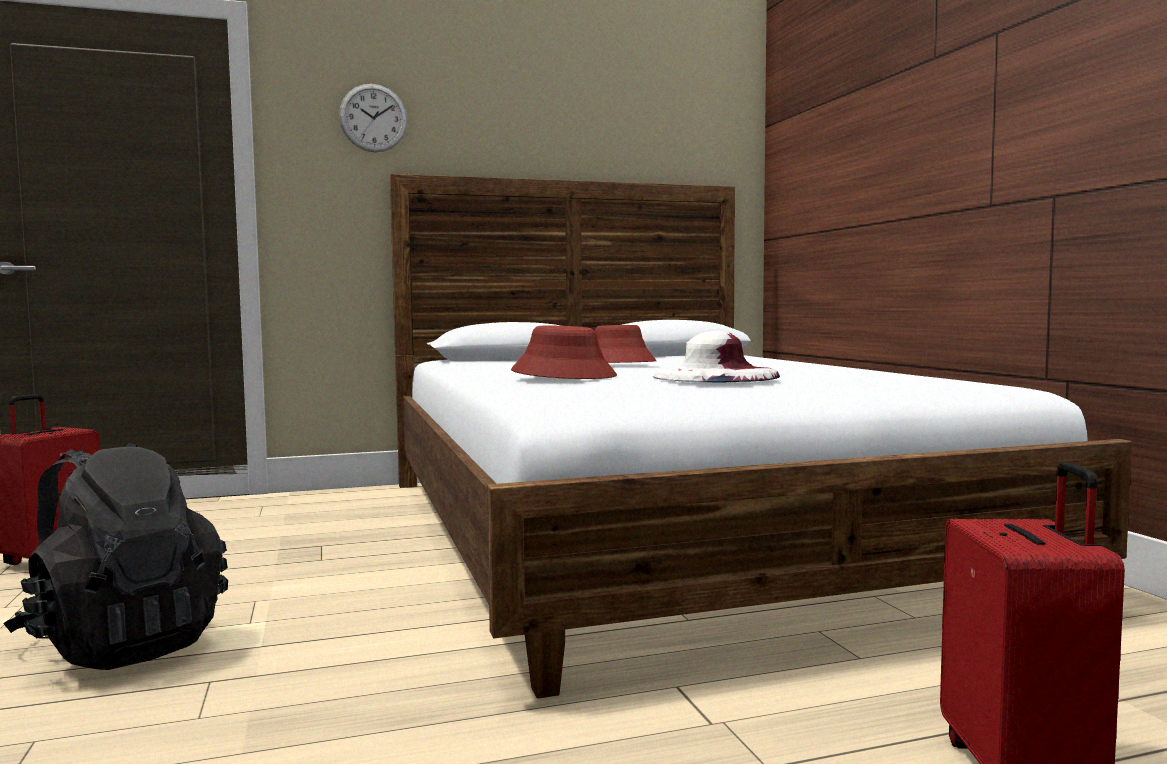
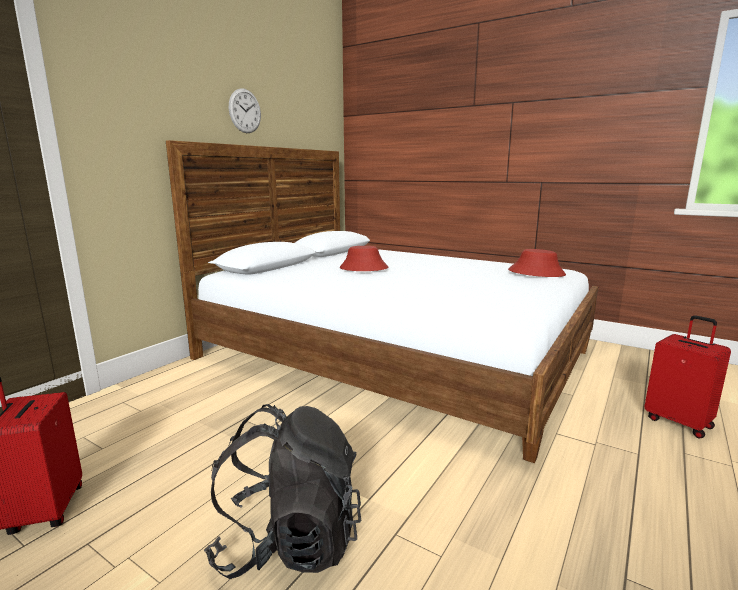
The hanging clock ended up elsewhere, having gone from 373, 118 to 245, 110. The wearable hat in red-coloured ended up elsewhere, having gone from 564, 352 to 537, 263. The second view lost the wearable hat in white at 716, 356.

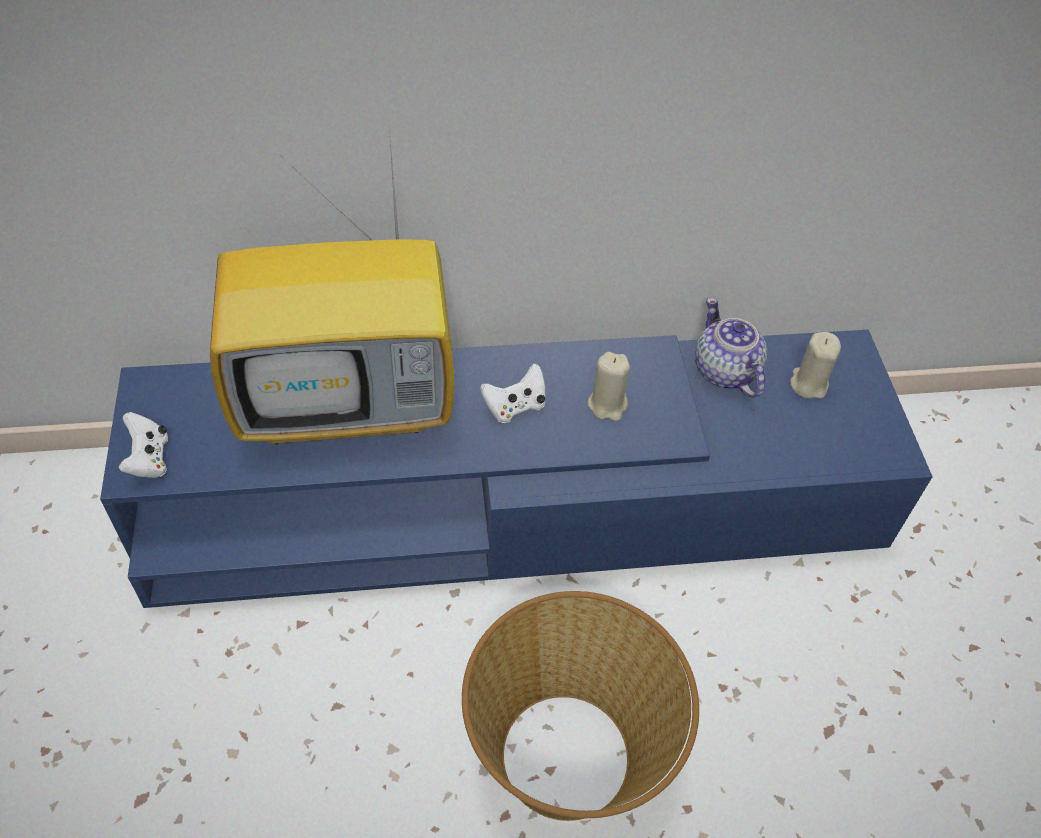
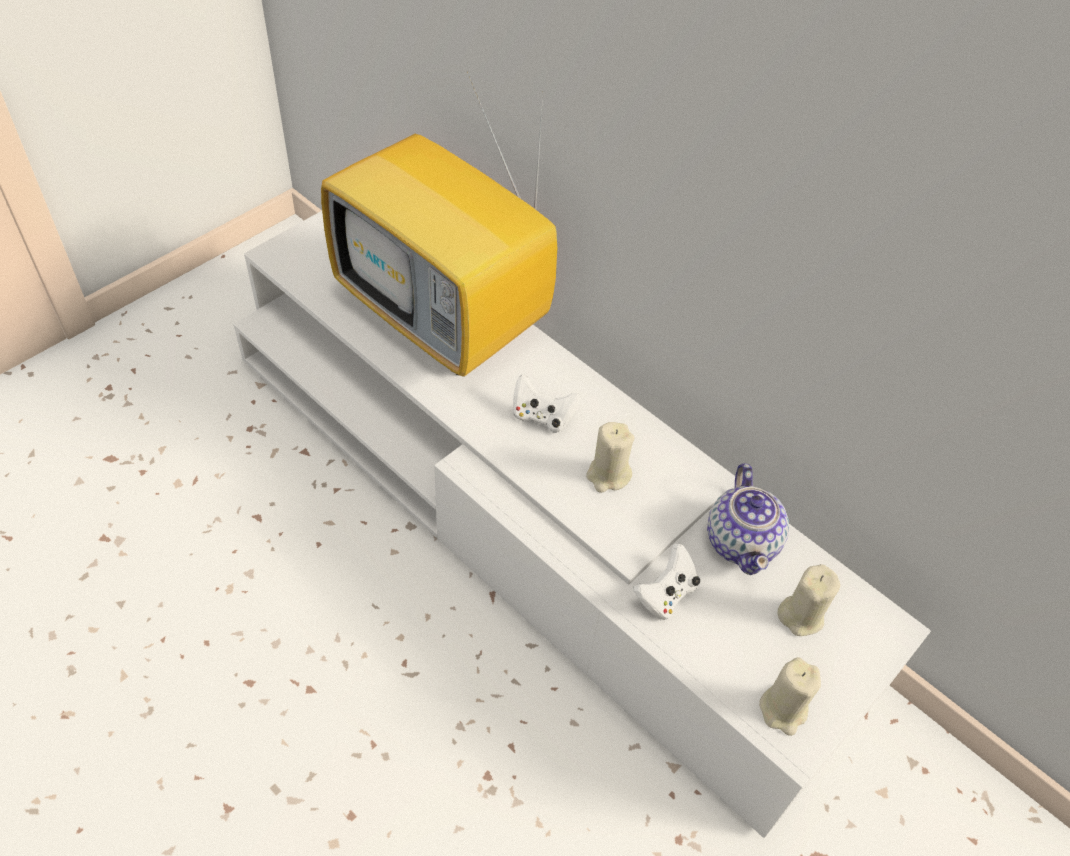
What was the media console in blue at 516, 469 turned into the media console in white at 582, 524. The joypad in white ended up elsewhere, having gone from 143, 445 to 666, 582. The tea pot at 731, 347 ended up facing another way, 150 degrees clockwise from before. The second view gained the candle in beige-coloured at 790, 696. The second view lost the storage basket at 580, 706.

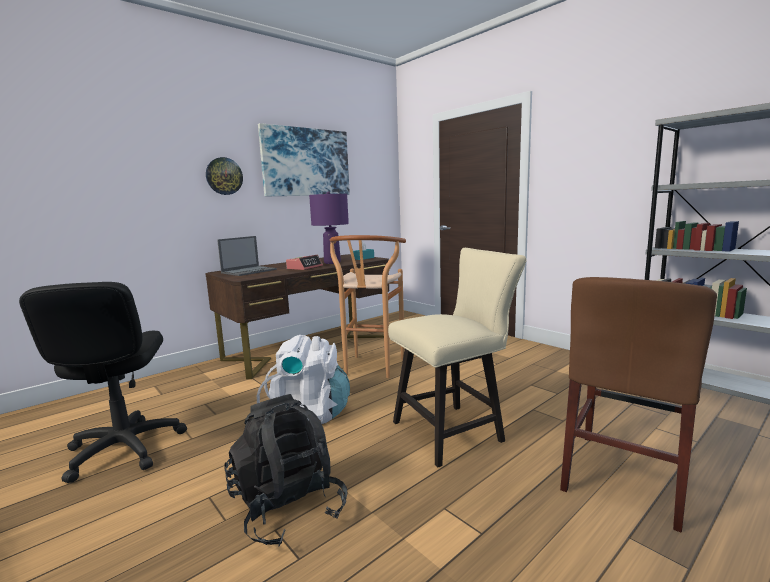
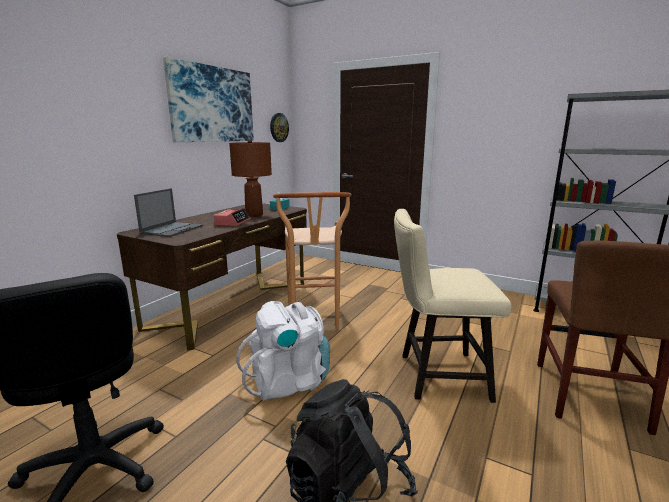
What was the lamp for a table in purple at 329, 227 turned into the lamp for a table in brownish at 250, 178. The hanging clock ended up elsewhere, having gone from 224, 176 to 279, 127. The chair in beige-coloured at 457, 357 ended up facing another way, 135 degrees counterclockwise from before.

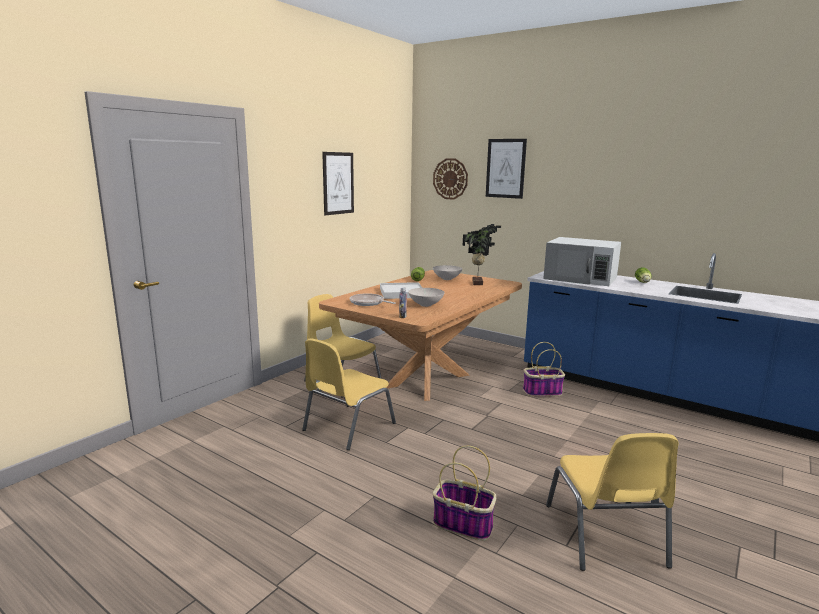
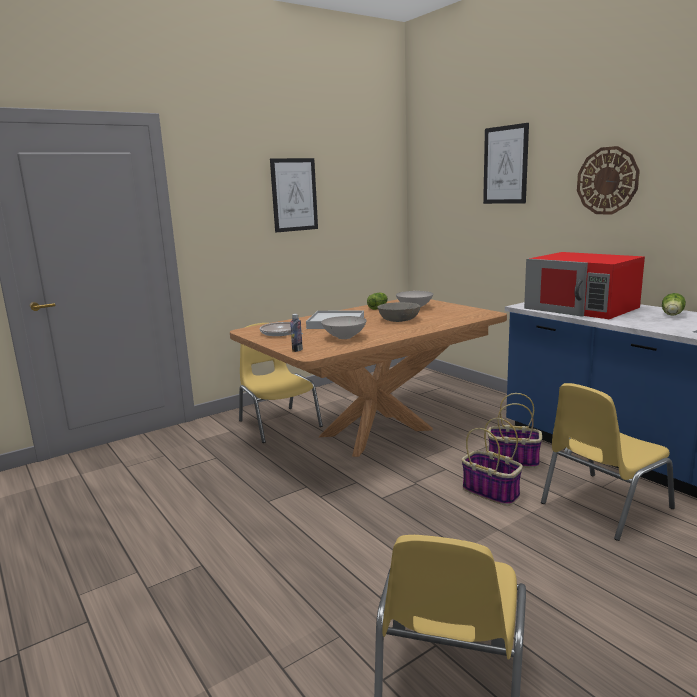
The second view gained the bowl in grey at 398, 312. The storage basket ended up elsewhere, having gone from 464, 493 to 492, 462. What was the kitchen microwave in white at 582, 261 turned into the kitchen microwave in red-coloured at 584, 285. The chair in yellowish ended up elsewhere, having gone from 349, 394 to 608, 462. The hanging clock ended up elsewhere, having gone from 450, 179 to 608, 180. The second view lost the houseplant at 482, 254.

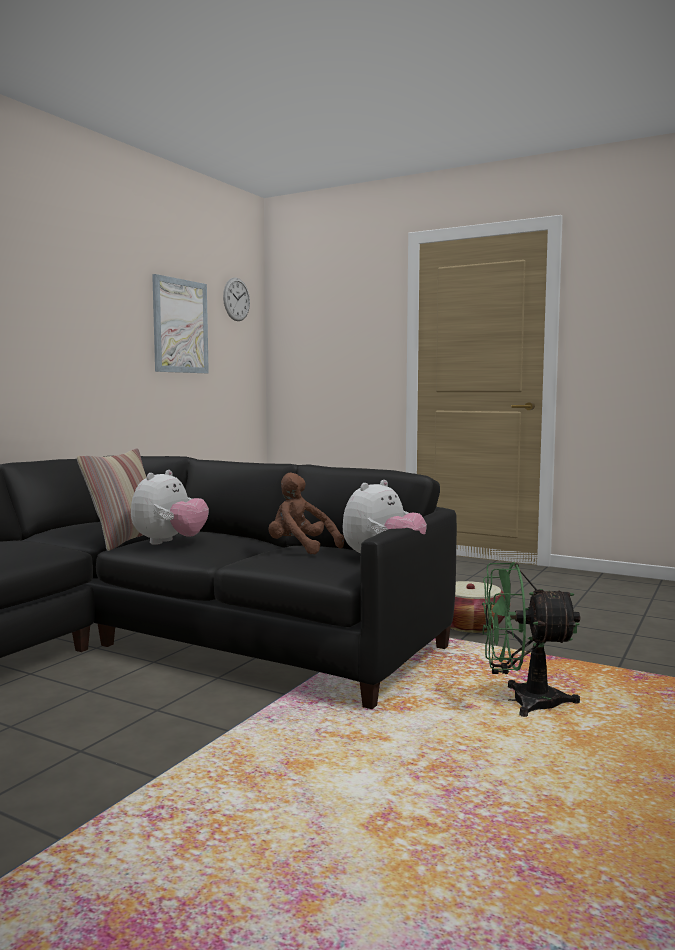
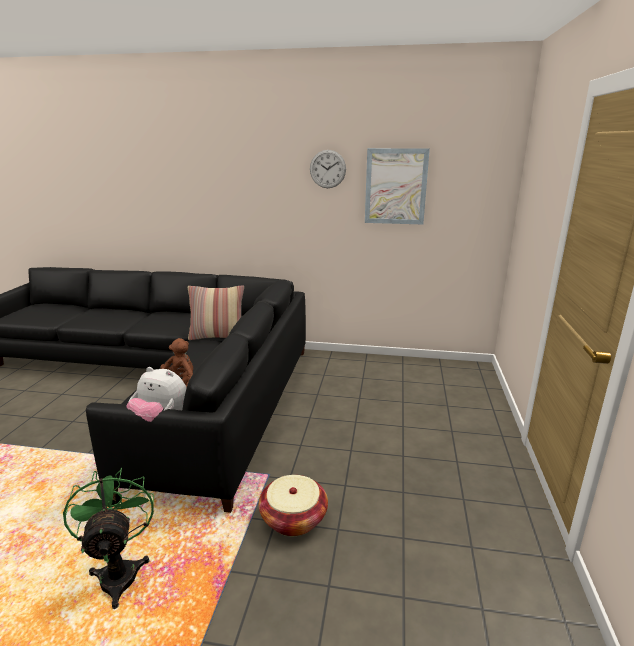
The hanging clock ended up elsewhere, having gone from 236, 299 to 328, 169. The second view lost the soft toy at 170, 507.

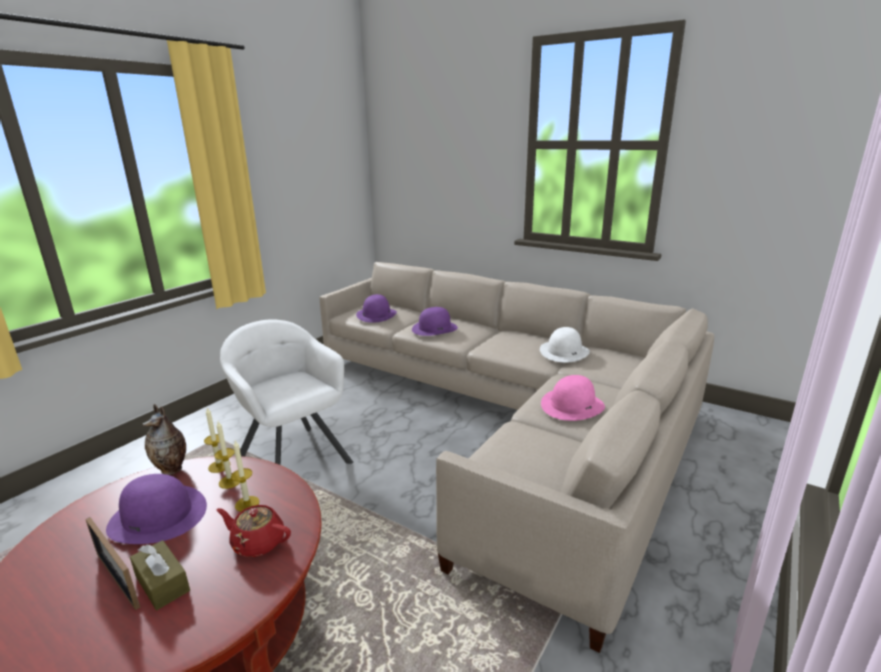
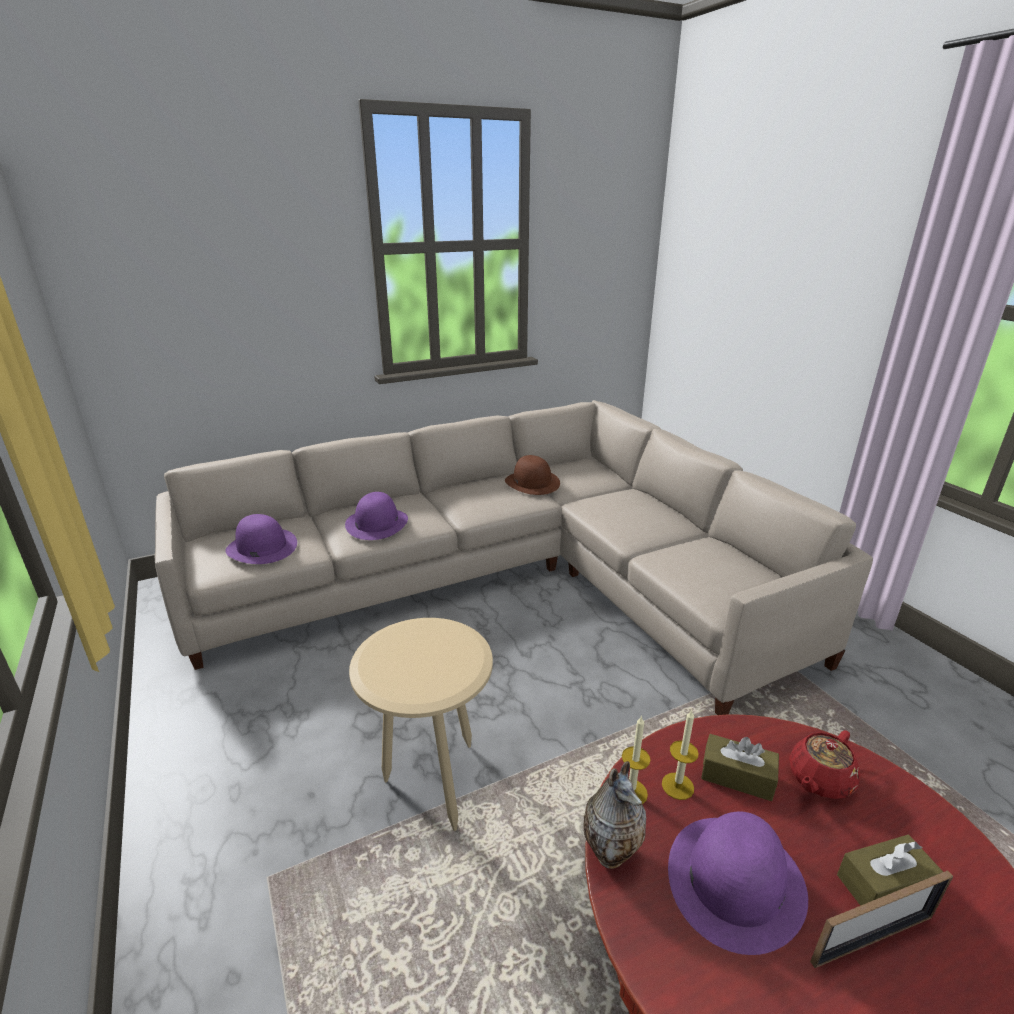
Where the easy chair in white stood at 286, 392, the end table in beige-coloured came to stand at 421, 724. What was the wearable hat in white at 565, 345 turned into the wearable hat in brownish at 532, 475. Where the candle stood at 245, 476, the tissue box in brownish came to stand at 740, 767. The second view lost the wearable hat in pinkish at 573, 398.

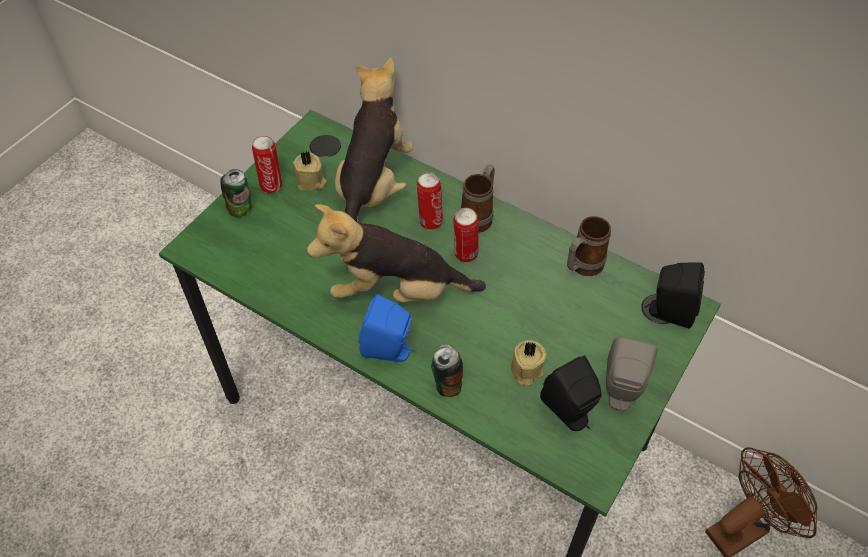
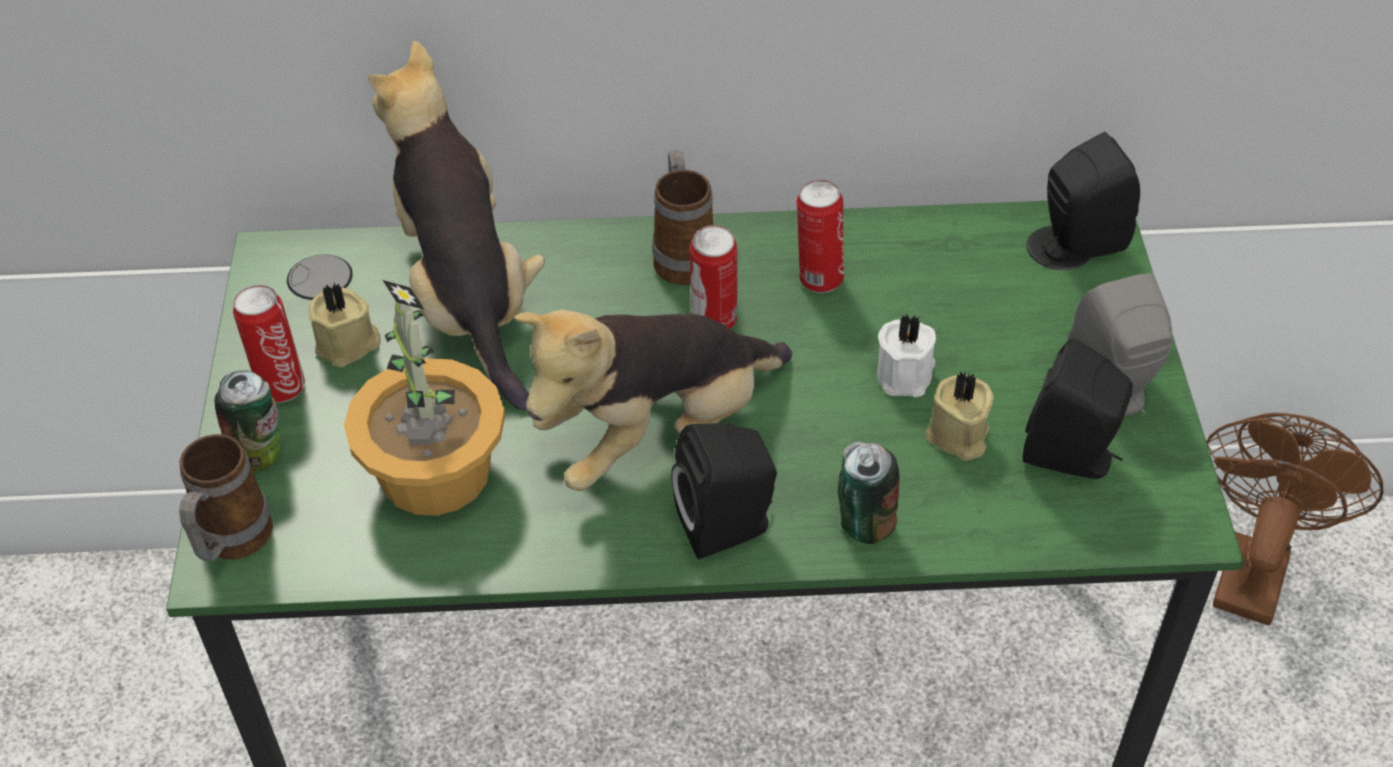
The mug ended up elsewhere, having gone from 589, 246 to 226, 498. The second view gained the houseplant at 424, 398. What was the speaker in blue at 386, 328 turned into the speaker in black at 724, 492. The metal can ended up elsewhere, having gone from 430, 201 to 820, 236. The second view gained the candle in white at 906, 355.

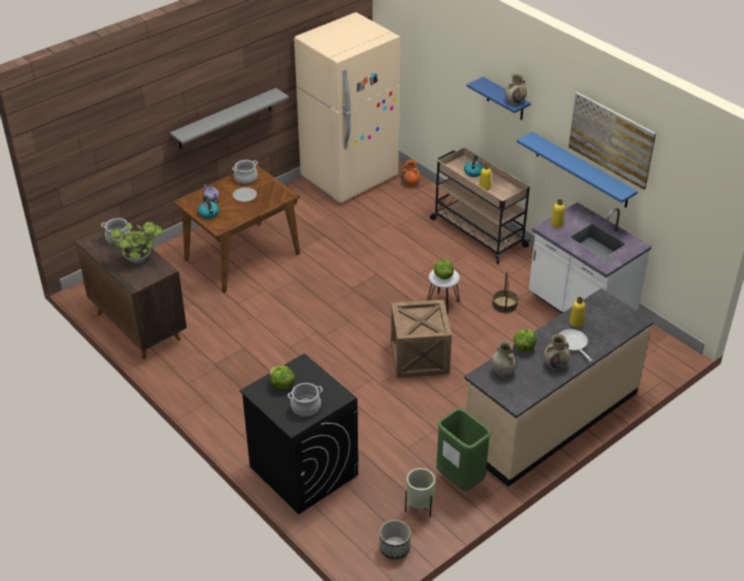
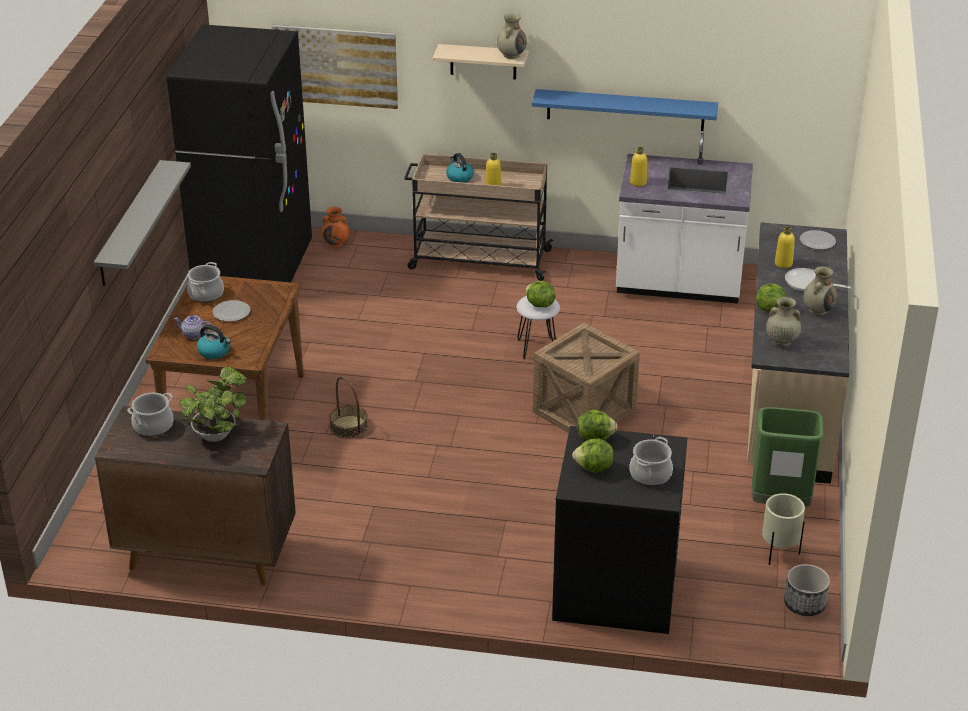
What was the kitchen fridge in beige-coloured at 347, 107 turned into the kitchen fridge in black at 239, 153. The wall picture ended up elsewhere, having gone from 612, 141 to 335, 67. The storage basket ended up elsewhere, having gone from 505, 292 to 348, 408. What was the shelf in blue at 498, 98 turned into the shelf in beige-coloured at 481, 61. The second view gained the head of lettuce at 597, 425. The second view gained the flat dish at 818, 240.

